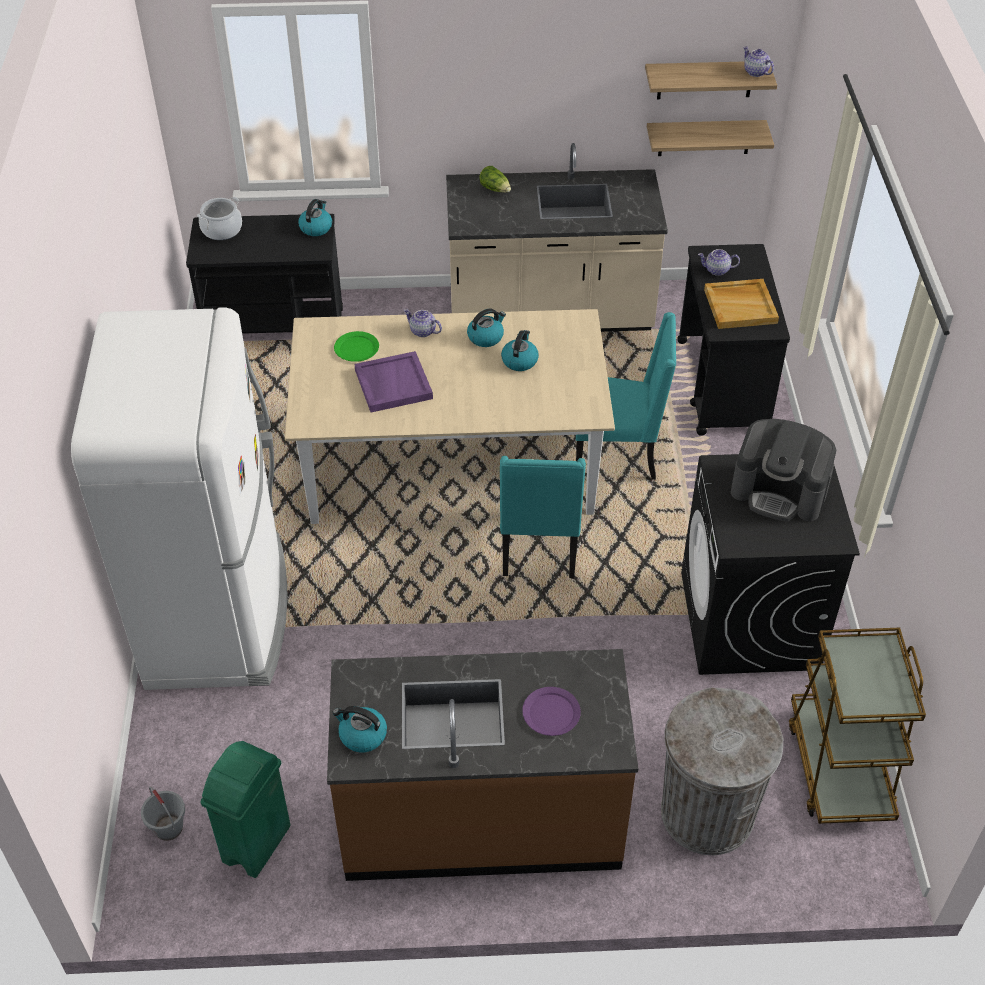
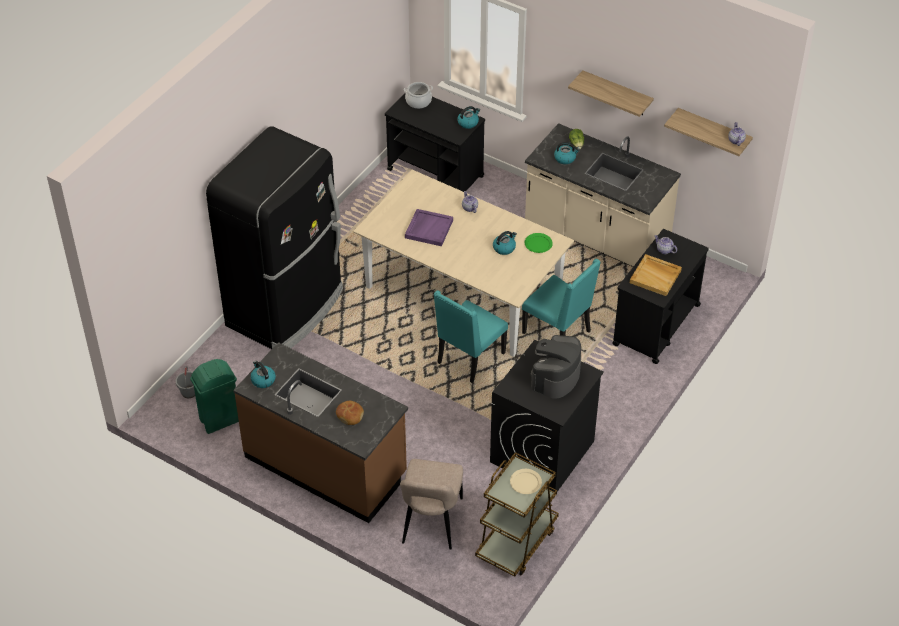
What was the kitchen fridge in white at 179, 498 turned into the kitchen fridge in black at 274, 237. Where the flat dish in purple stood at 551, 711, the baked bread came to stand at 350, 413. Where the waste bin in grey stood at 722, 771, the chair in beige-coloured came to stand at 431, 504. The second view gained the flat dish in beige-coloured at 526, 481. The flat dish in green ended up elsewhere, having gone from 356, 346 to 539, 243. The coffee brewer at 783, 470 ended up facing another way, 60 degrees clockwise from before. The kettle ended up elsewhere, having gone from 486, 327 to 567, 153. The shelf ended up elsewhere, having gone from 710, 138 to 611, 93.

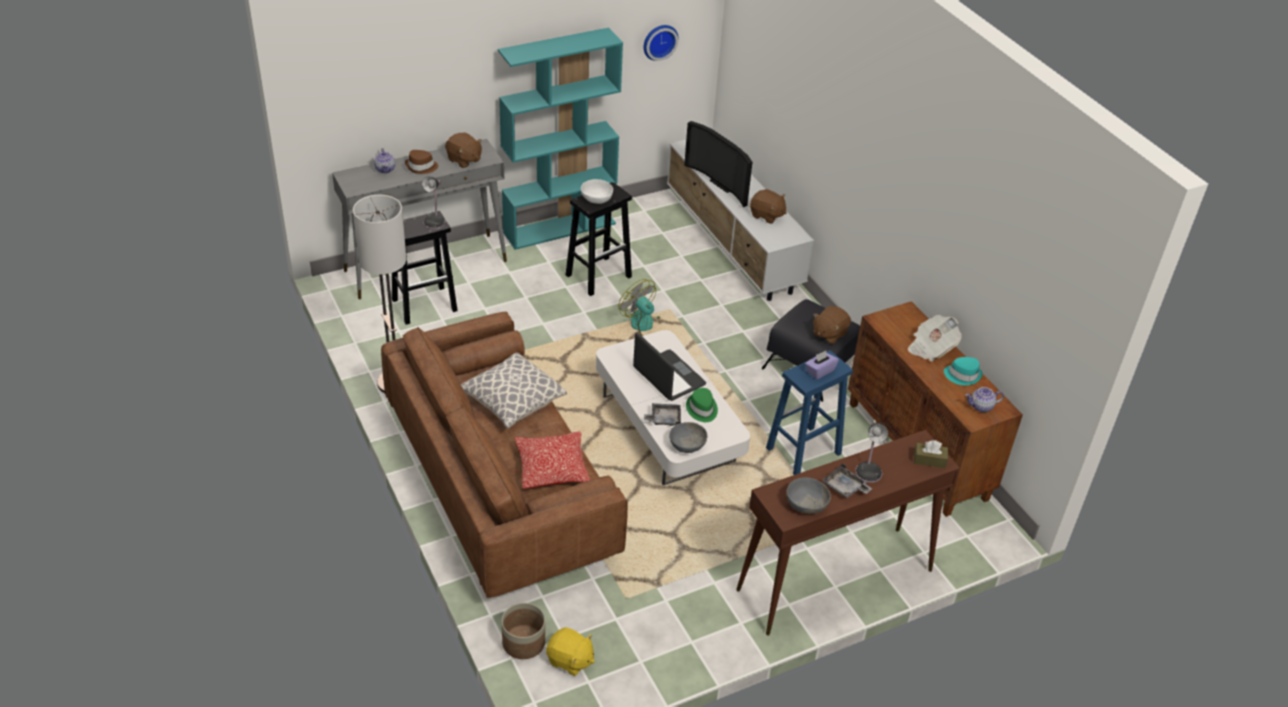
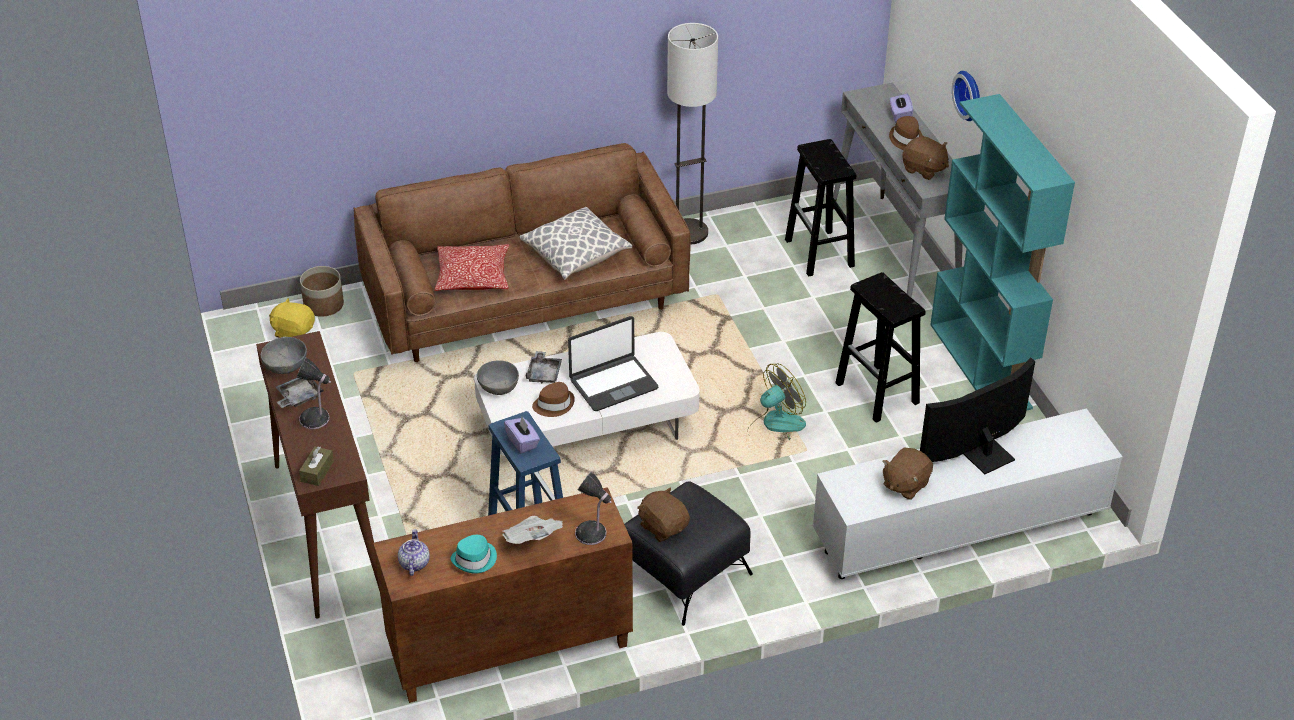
The soft toy in yellowish at 570, 651 ended up facing another way, 75 degrees clockwise from before. What was the wearable hat in green at 702, 405 turned into the wearable hat in brownish at 553, 399. The lamp for a table ended up elsewhere, having gone from 433, 202 to 593, 508. Where the tea pot stood at 384, 160, the tissue box in purple came to stand at 901, 107. The soft toy in brownish at 463, 150 ended up facing another way, 105 degrees counterclockwise from before. The hanging clock ended up elsewhere, having gone from 661, 43 to 966, 96. The second view lost the bowl in white at 597, 191.

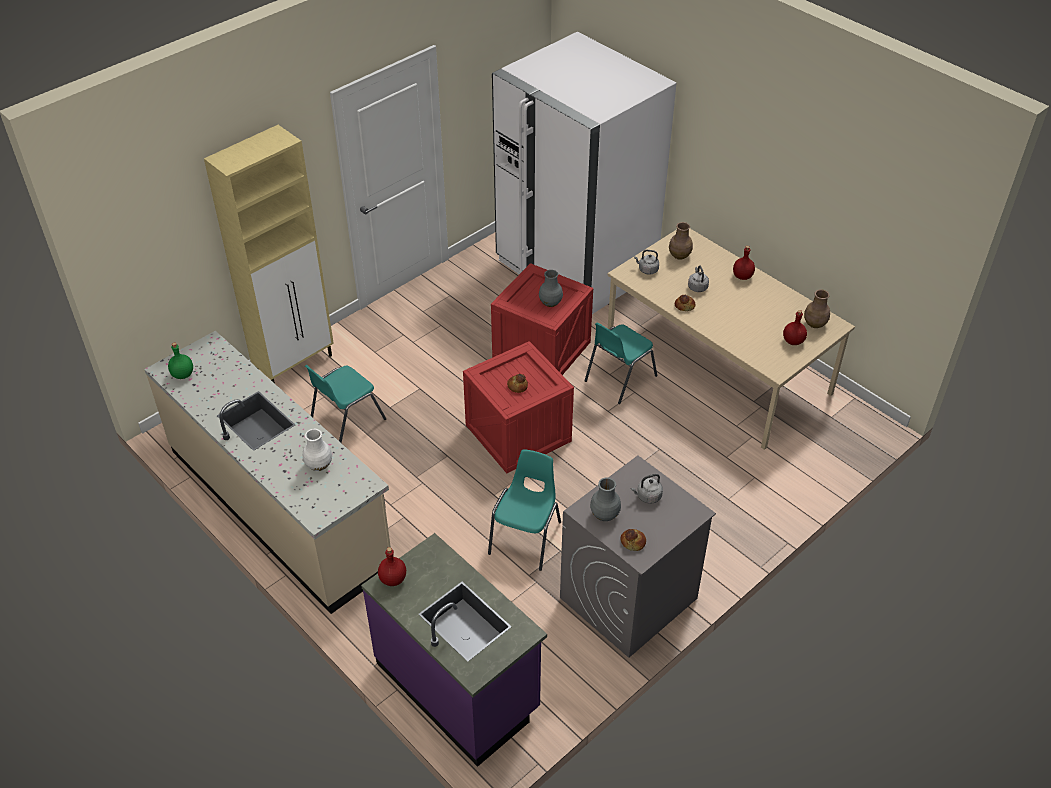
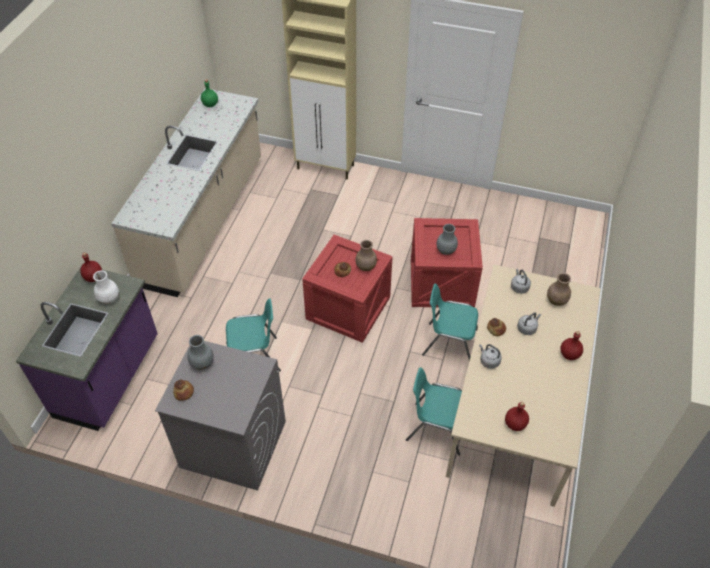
The decorative vase in white ended up elsewhere, having gone from 317, 450 to 106, 287. The decorative vase in brownish ended up elsewhere, having gone from 817, 308 to 366, 255. The chair in blue-green ended up elsewhere, having gone from 345, 404 to 434, 411. The kettle in grey ended up elsewhere, having gone from 647, 489 to 490, 356. The second view lost the kitchen fridge in white at 584, 173.

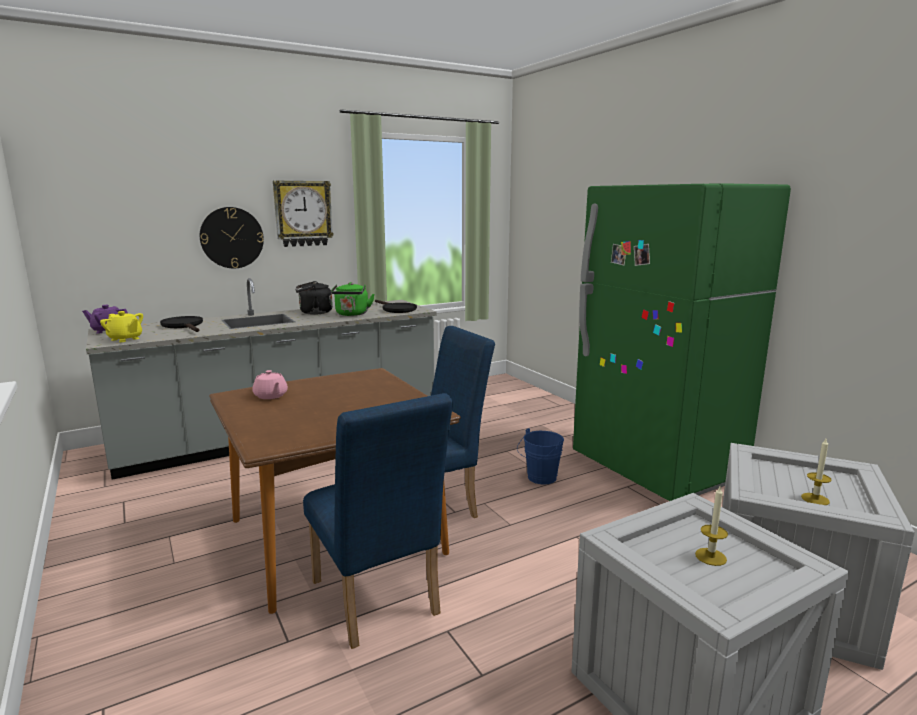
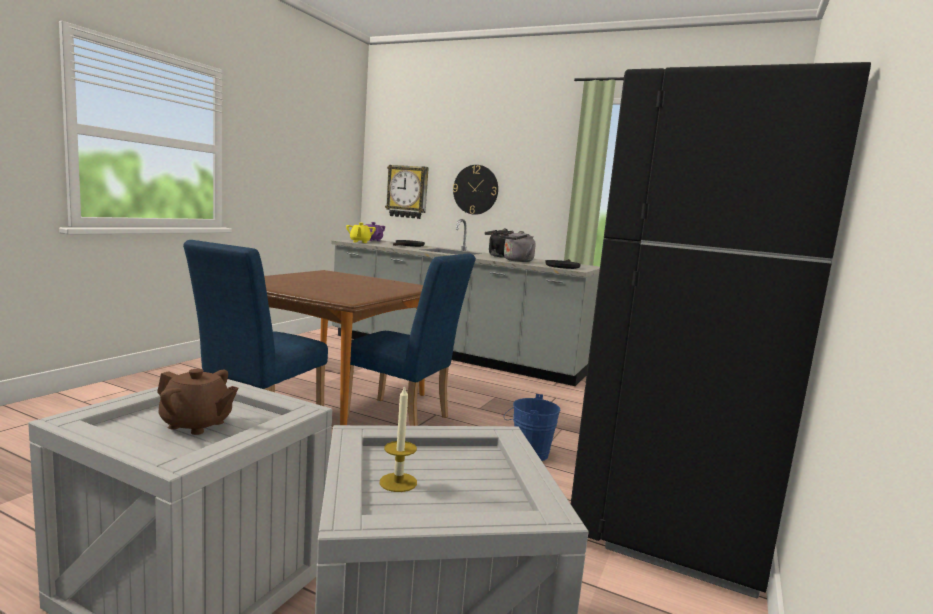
Where the candle stood at 711, 526, the tea pot in brownish came to stand at 197, 402. The hanging clock ended up elsewhere, having gone from 303, 213 to 407, 192. What was the kettle in green at 353, 299 turned into the kettle in grey at 518, 246. What was the kitchen fridge in green at 682, 342 turned into the kitchen fridge in black at 721, 330. The second view lost the tea pot in pinkish at 270, 384.

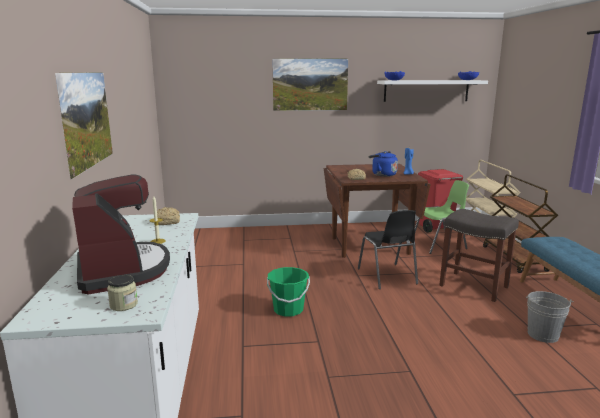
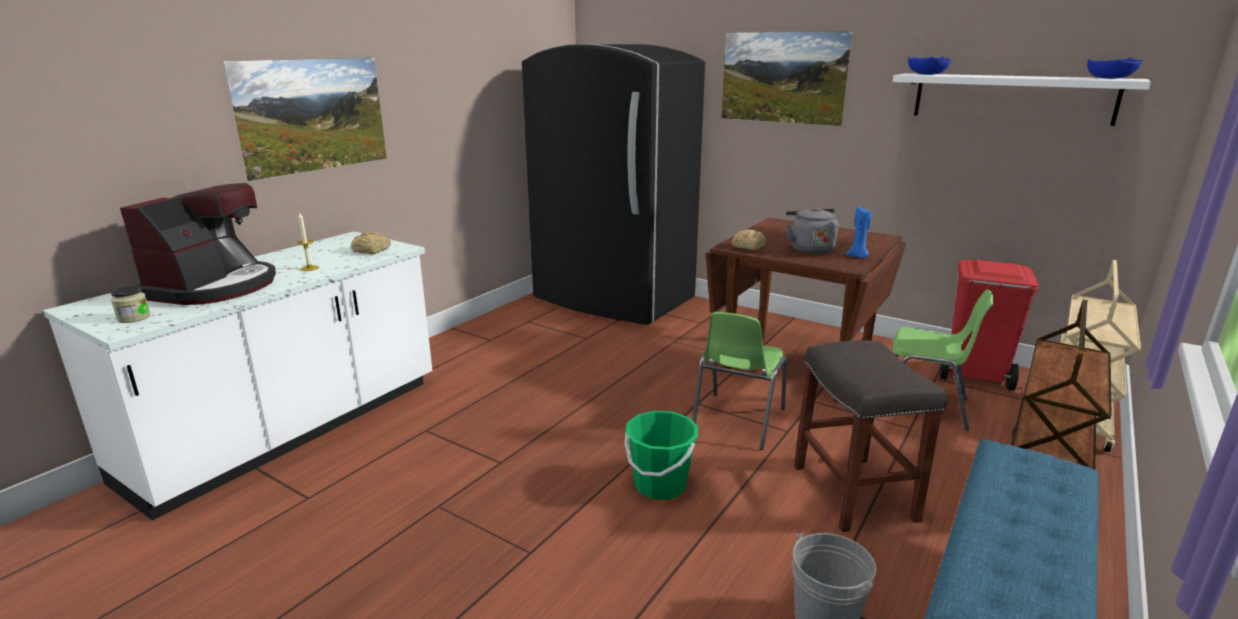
The second view gained the kitchen fridge in black at 613, 184. The pail in green ended up elsewhere, having gone from 288, 292 to 661, 455. What was the chair in black at 388, 249 turned into the chair in green at 739, 381. What was the kettle in blue at 383, 164 turned into the kettle in grey at 812, 230.

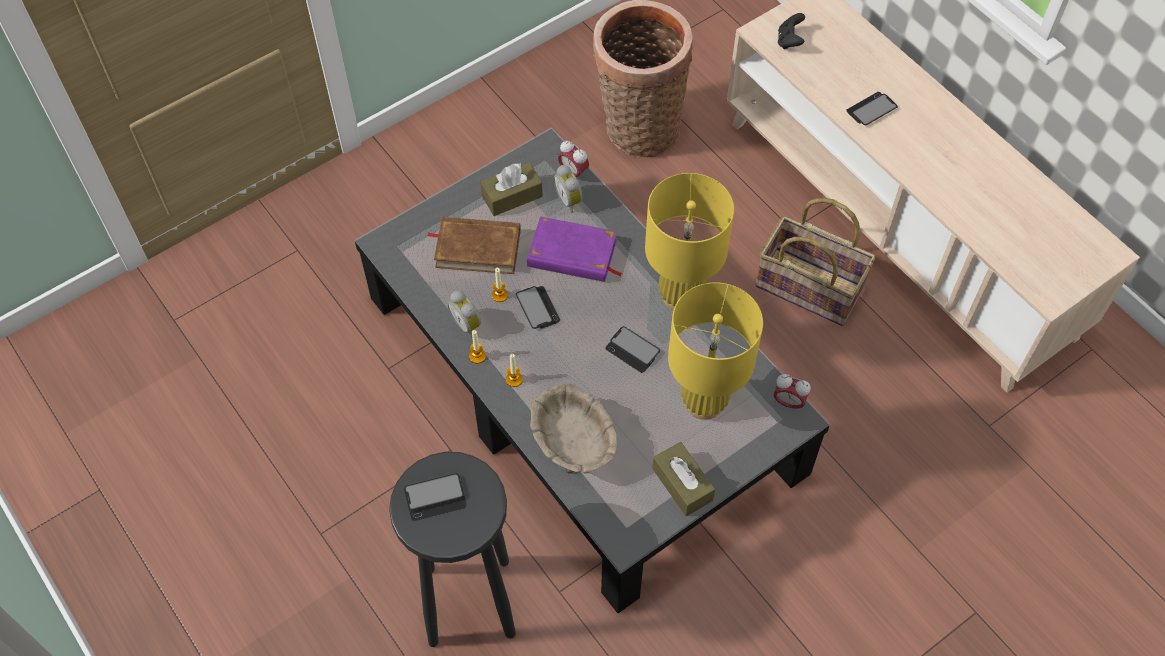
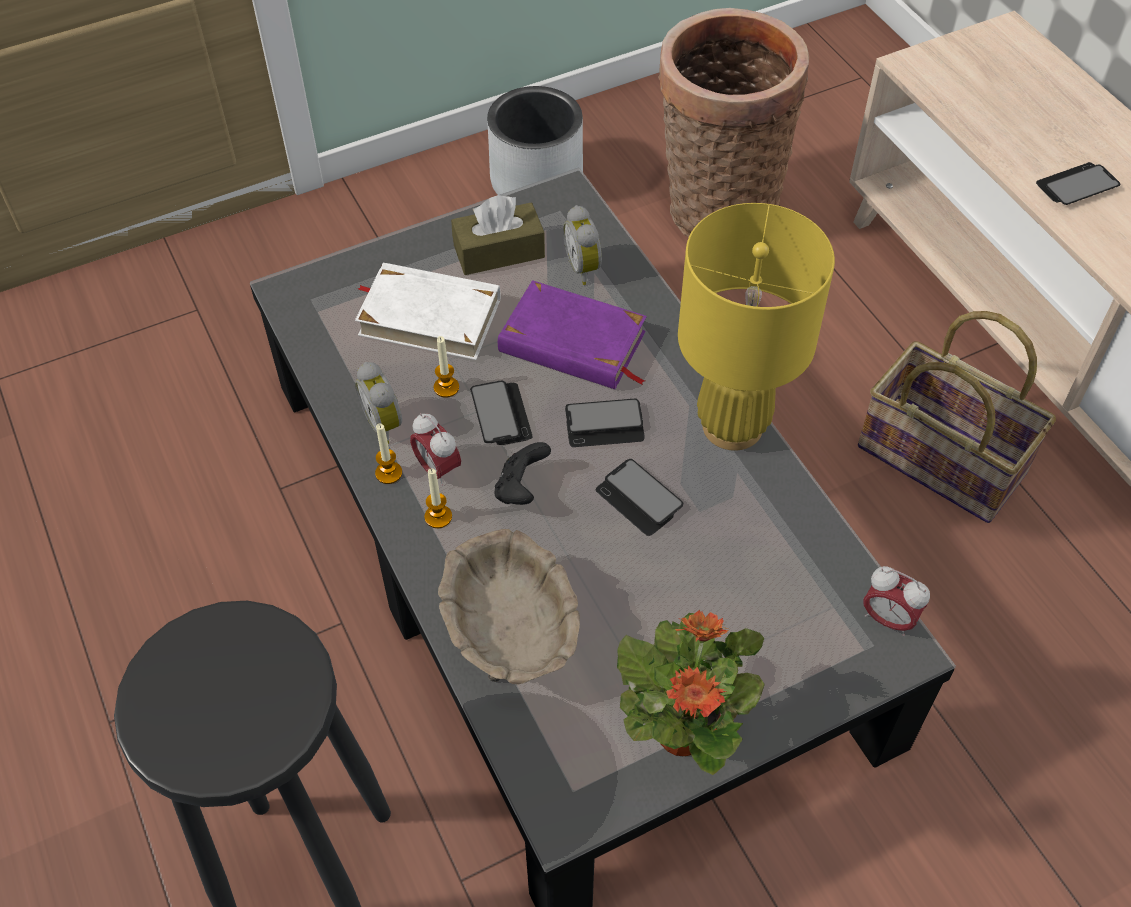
What was the book in brownish at 474, 245 turned into the book in white at 427, 311. The alarm clock ended up elsewhere, having gone from 573, 161 to 435, 449. The second view gained the flower pot in grey at 535, 140. The joypad in black ended up elsewhere, having gone from 791, 31 to 523, 473. The handset ended up elsewhere, having gone from 435, 497 to 604, 422. Where the tissue box in brownish stood at 683, 479, the houseplant came to stand at 691, 692. The second view lost the lamp for a table in yellowish at 715, 351.

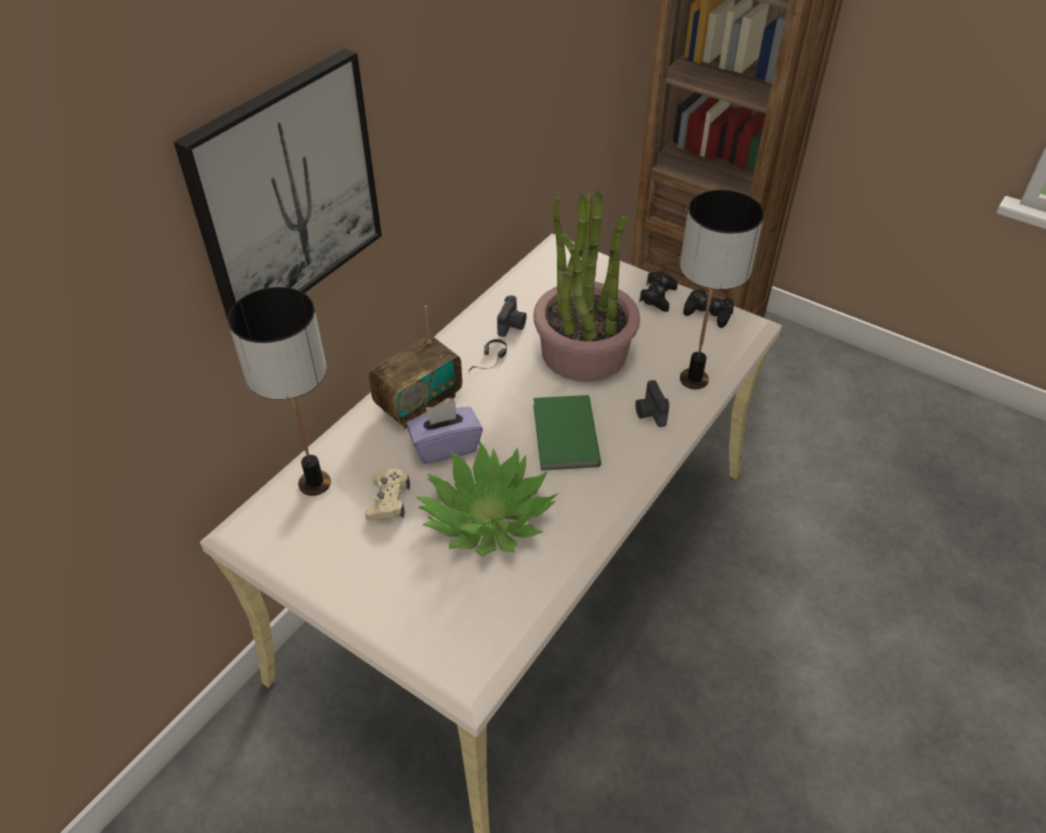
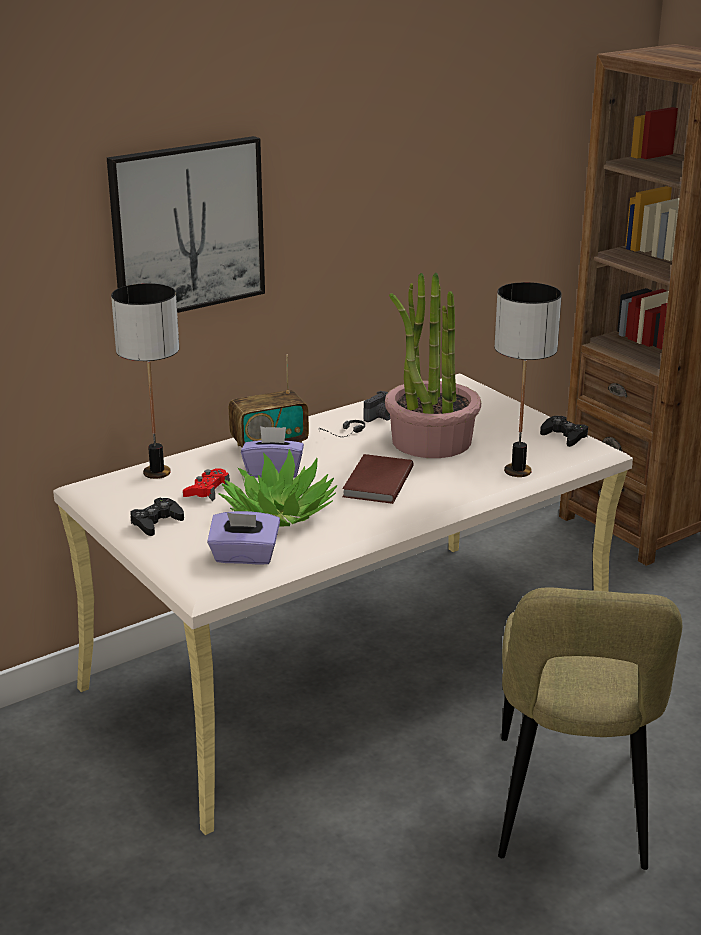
The joypad in black ended up elsewhere, having gone from 658, 292 to 157, 517. What was the joypad in beige-coloured at 387, 495 turned into the joypad in red-coloured at 206, 484. The second view gained the tissue box in purple at 243, 538. What was the book in green at 567, 433 turned into the book in brownish at 378, 479. The second view gained the chair in beige-coloured at 590, 729. The second view lost the still camera at 652, 403.

